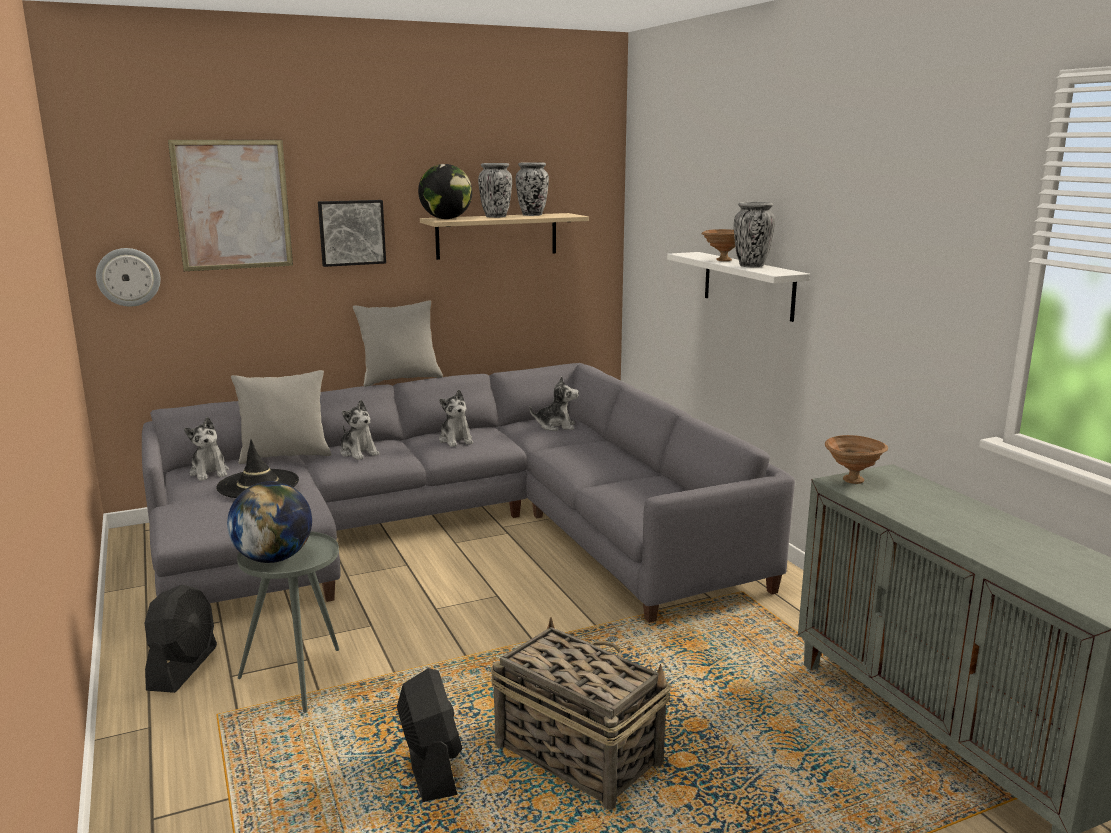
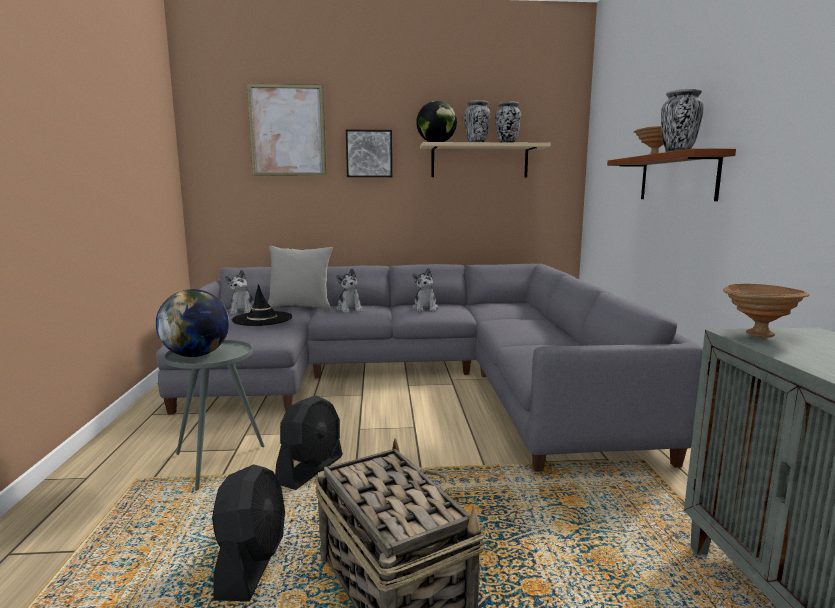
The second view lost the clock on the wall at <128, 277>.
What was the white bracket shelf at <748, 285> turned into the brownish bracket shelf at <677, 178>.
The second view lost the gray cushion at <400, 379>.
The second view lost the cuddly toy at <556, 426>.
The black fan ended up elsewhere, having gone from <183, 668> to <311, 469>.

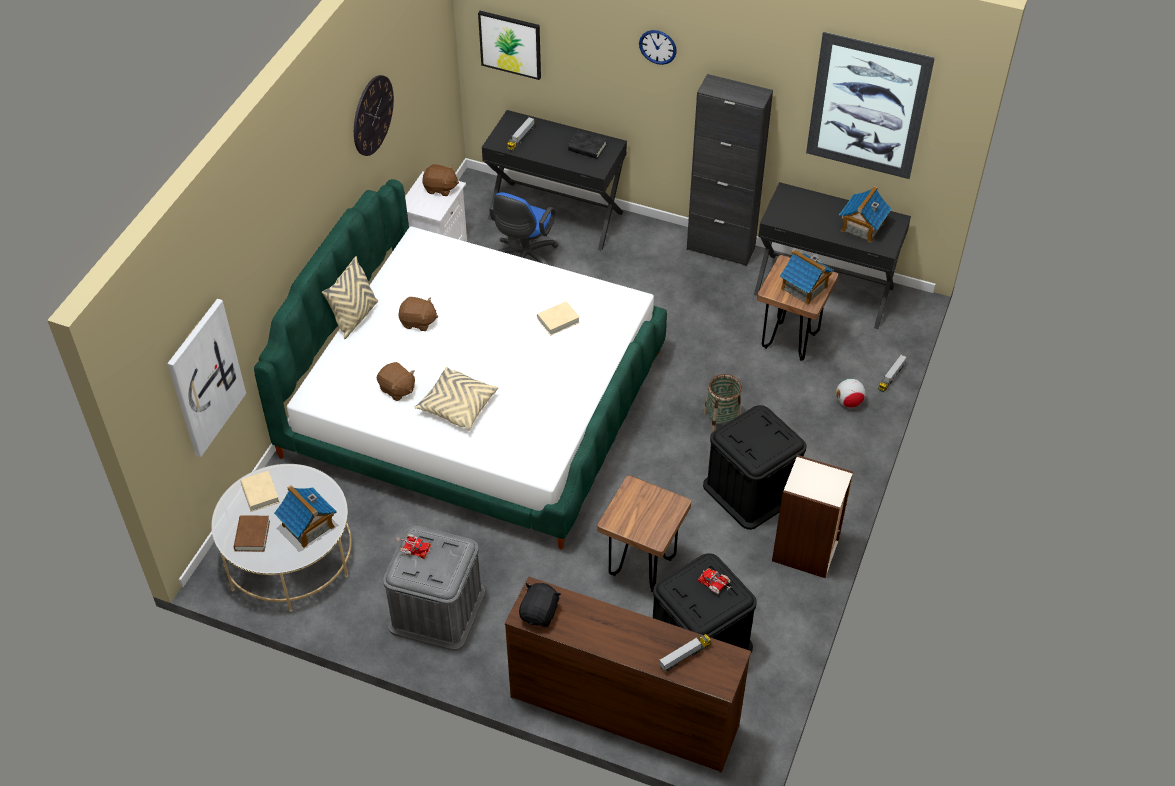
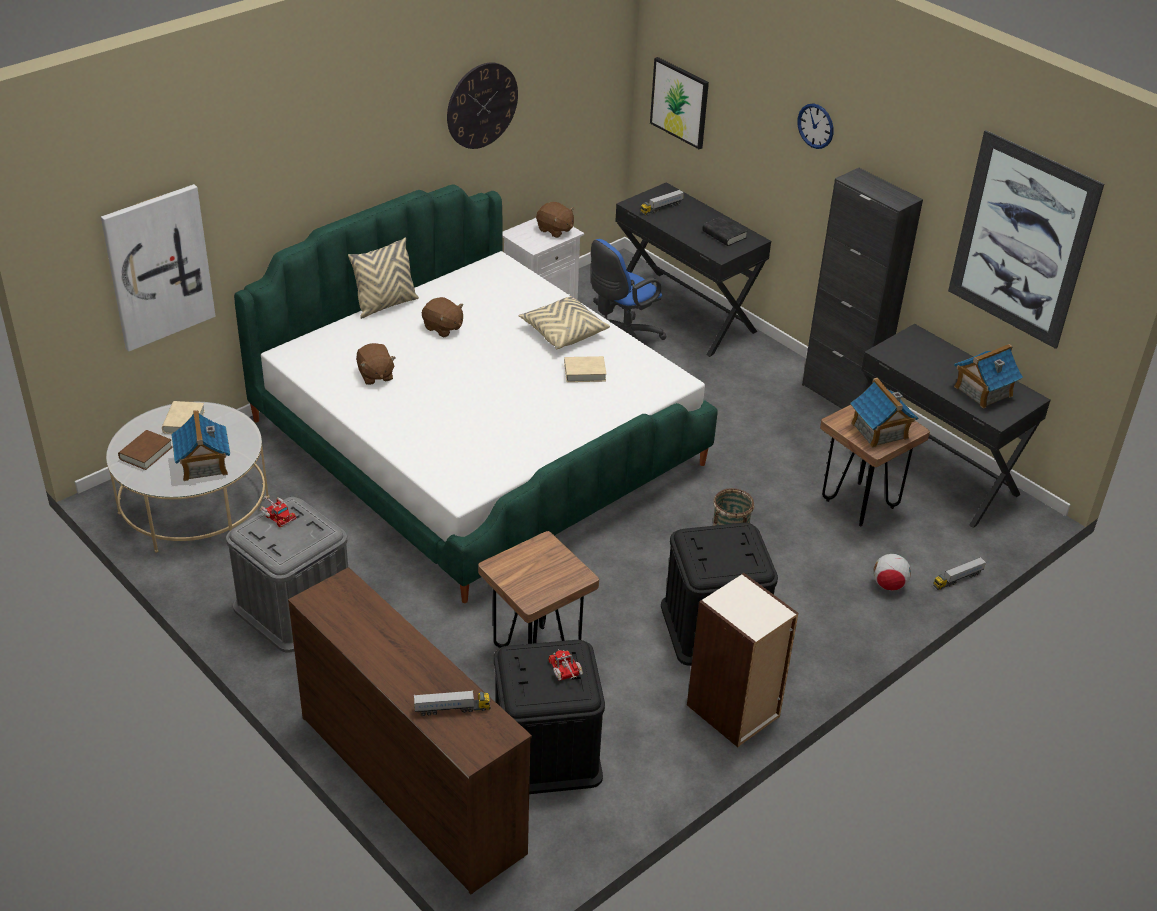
The beige cushion ended up elsewhere, having gone from <457, 406> to <563, 332>.
The second view lost the black cuddly toy at <539, 613>.

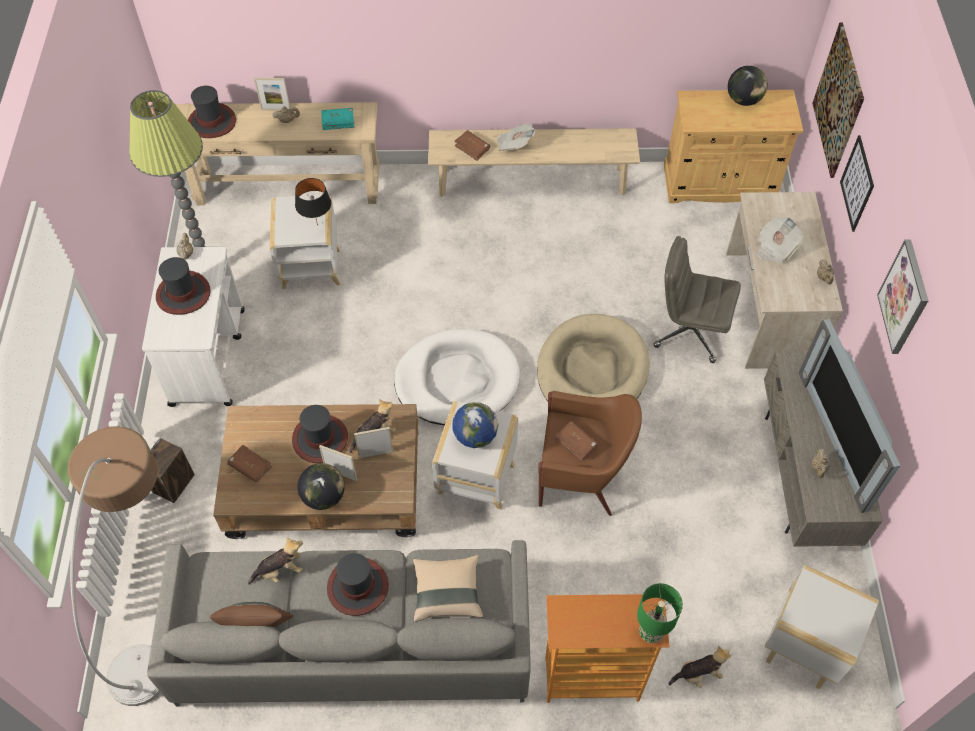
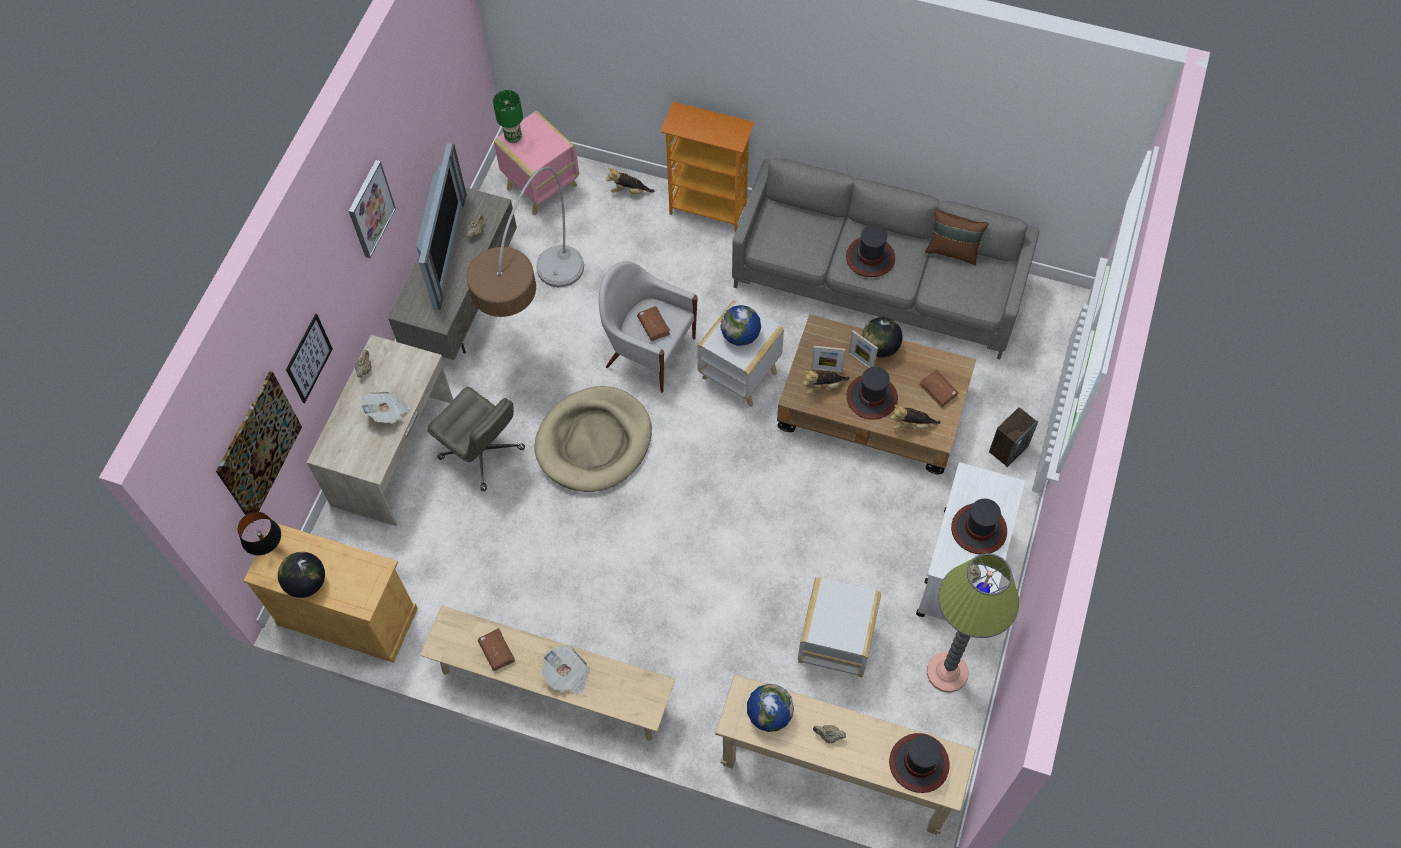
The second view lost the photo frame at <276, 109>.
Where the blue-green volume stood at <338, 122>, the globe came to stand at <769, 714>.
The brownish volume ended up elsewhere, having gone from <472, 148> to <496, 651>.
The black tabletop lamp ended up elsewhere, having gone from <317, 225> to <271, 551>.
The second view lost the white dog cushion at <457, 380>.
What was the brownish easy chair at <581, 476> turned into the white easy chair at <649, 351>.
The standard lamp ended up elsewhere, having gone from <151, 596> to <536, 320>.
The cuddly toy ended up elsewhere, having gone from <280, 570> to <912, 425>.
The second view lost the beige cushion at <447, 593>.
What was the white end table at <805, 643> turned into the pinkish end table at <541, 188>.
The green tabletop lamp ended up elsewhere, having gone from <650, 632> to <513, 138>.

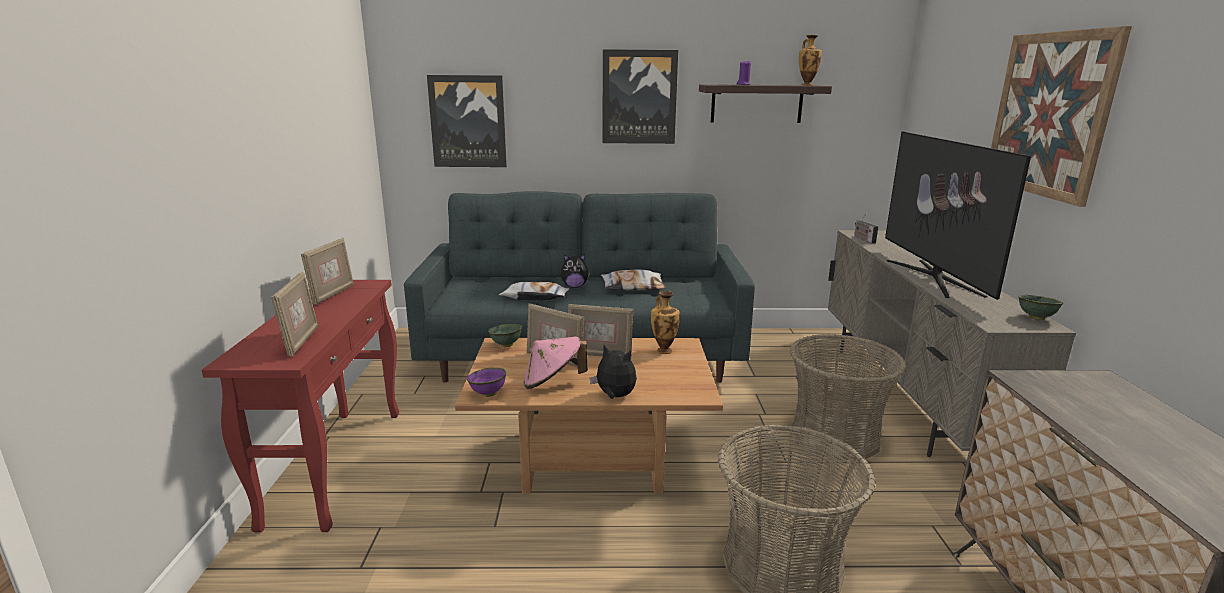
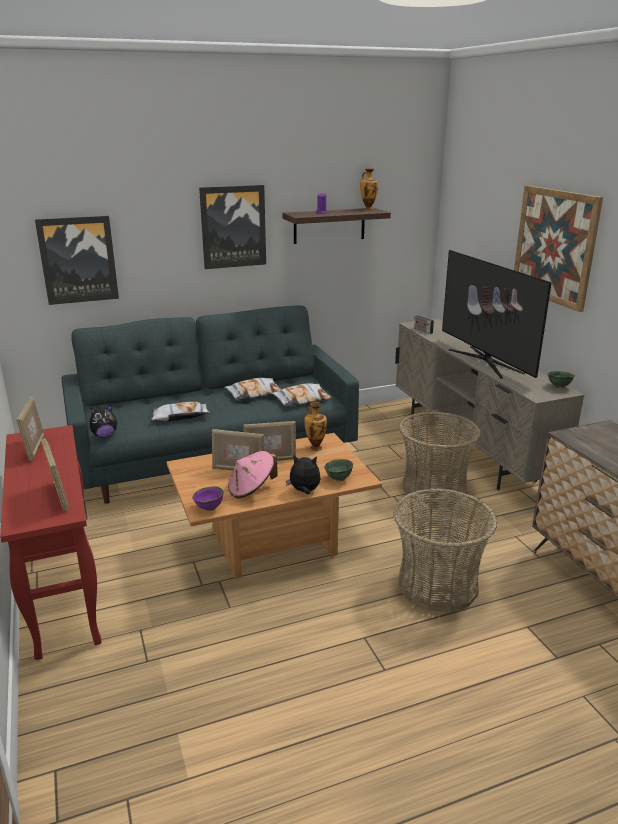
The cuddly toy ended up elsewhere, having gone from <574, 286> to <104, 435>.
The green deep dish ended up elsewhere, having gone from <505, 345> to <338, 479>.
The second view gained the cushion at <301, 399>.

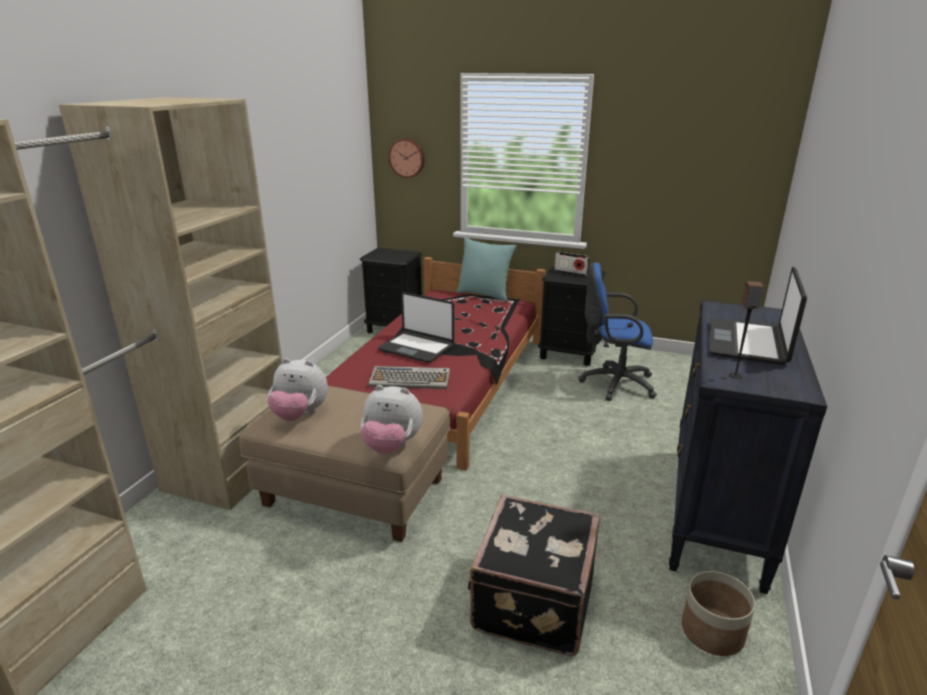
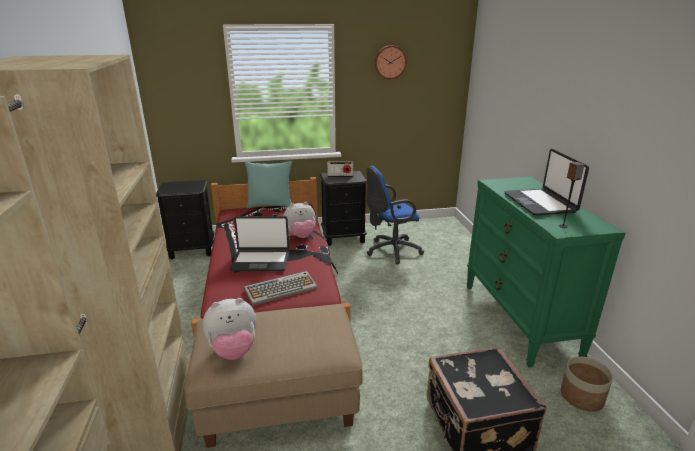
The clock on the wall ended up elsewhere, having gone from <407, 157> to <390, 62>.
What was the black drawer chest at <716, 513> turned into the green drawer chest at <519, 319>.
The cuddly toy ended up elsewhere, having gone from <391, 446> to <301, 236>.

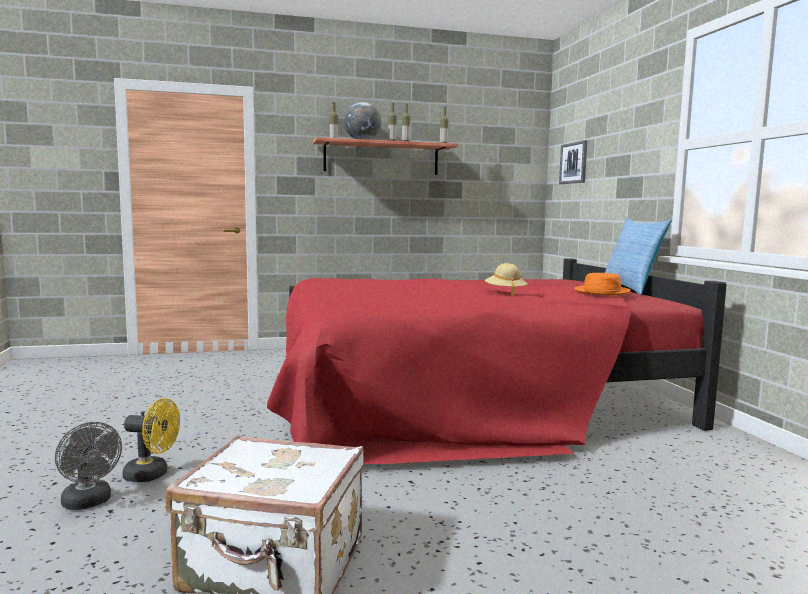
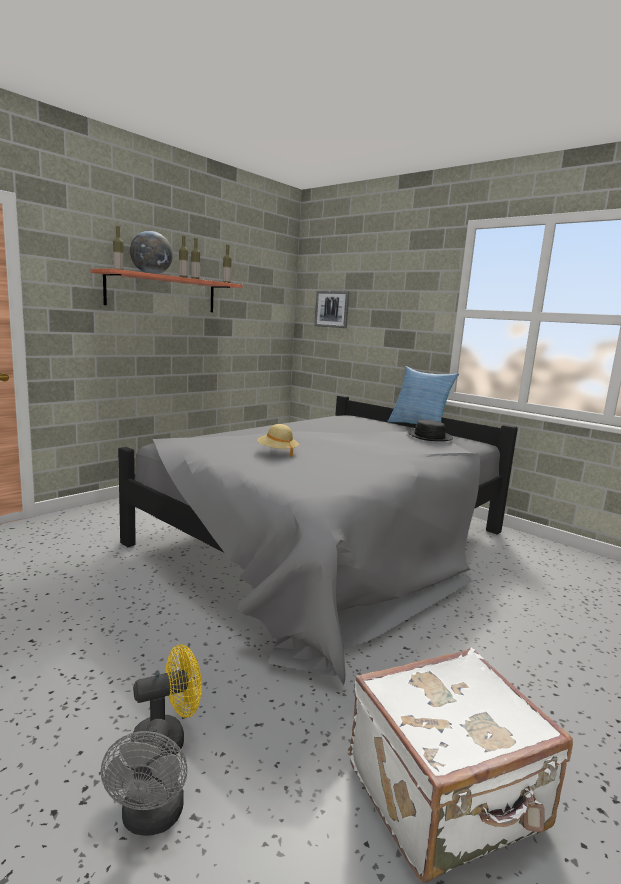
What was the reddish bed at <468, 402> turned into the gray bed at <328, 543>.
The beige wearable hat ended up elsewhere, having gone from <505, 292> to <277, 452>.
What was the orange wearable hat at <601, 291> turned into the black wearable hat at <429, 436>.
The gray fan at <89, 503> ended up facing another way, 75 degrees clockwise from before.

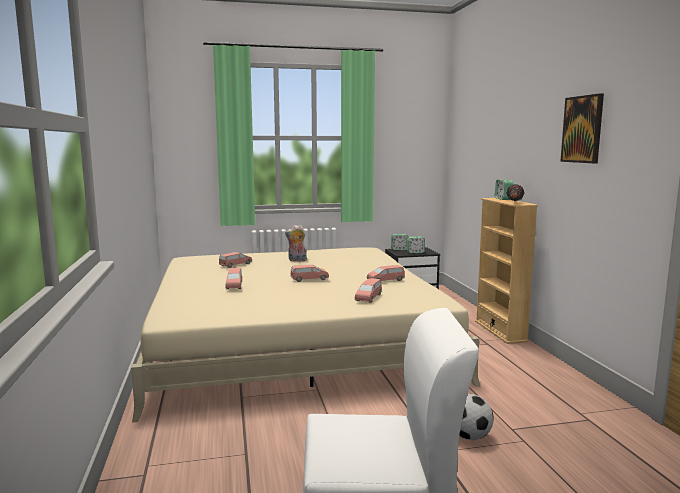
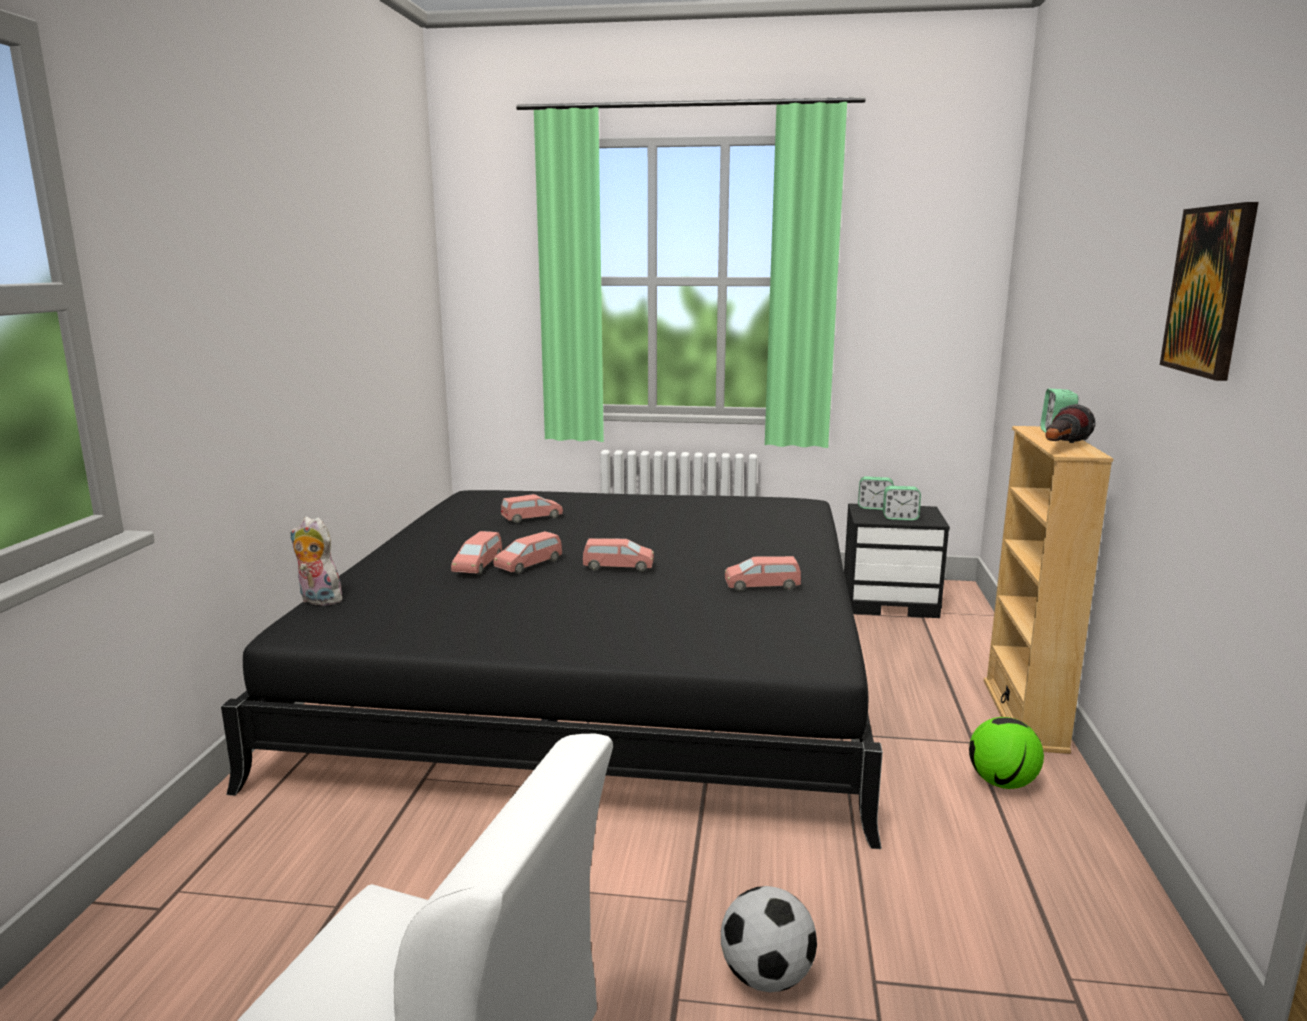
The cuddly toy ended up elsewhere, having gone from <296, 260> to <317, 600>.
What was the beige bed at <293, 338> turned into the black bed at <602, 667>.
The pinkish toy car ended up elsewhere, having gone from <368, 298> to <529, 564>.
The second view gained the ball for football at <1002, 783>.

